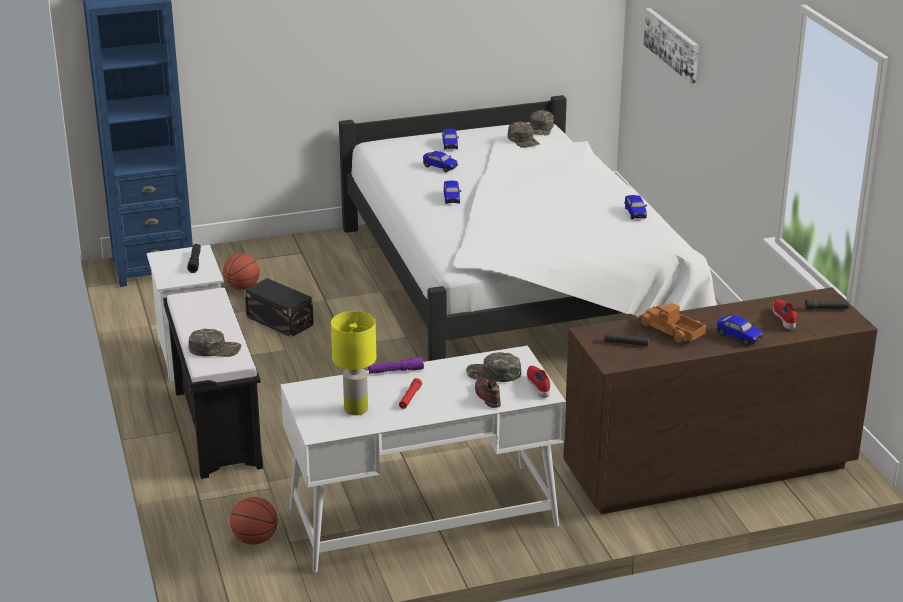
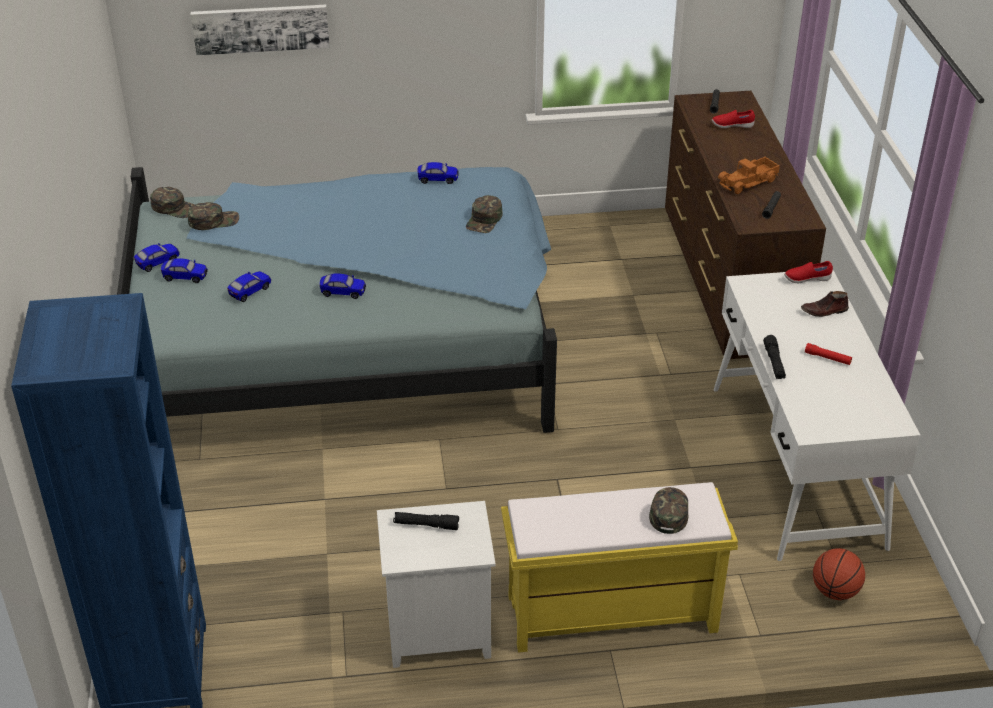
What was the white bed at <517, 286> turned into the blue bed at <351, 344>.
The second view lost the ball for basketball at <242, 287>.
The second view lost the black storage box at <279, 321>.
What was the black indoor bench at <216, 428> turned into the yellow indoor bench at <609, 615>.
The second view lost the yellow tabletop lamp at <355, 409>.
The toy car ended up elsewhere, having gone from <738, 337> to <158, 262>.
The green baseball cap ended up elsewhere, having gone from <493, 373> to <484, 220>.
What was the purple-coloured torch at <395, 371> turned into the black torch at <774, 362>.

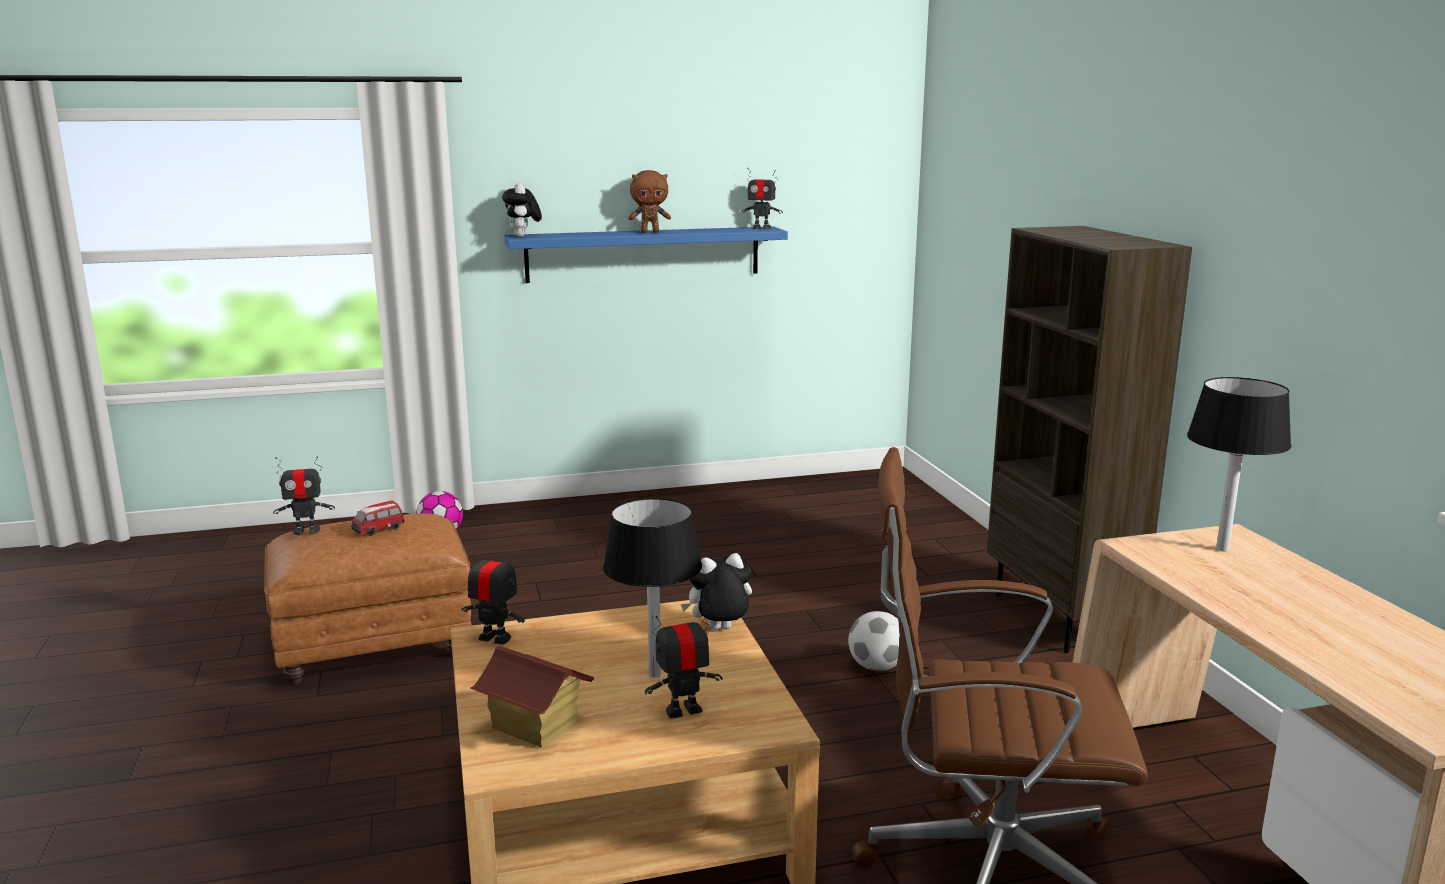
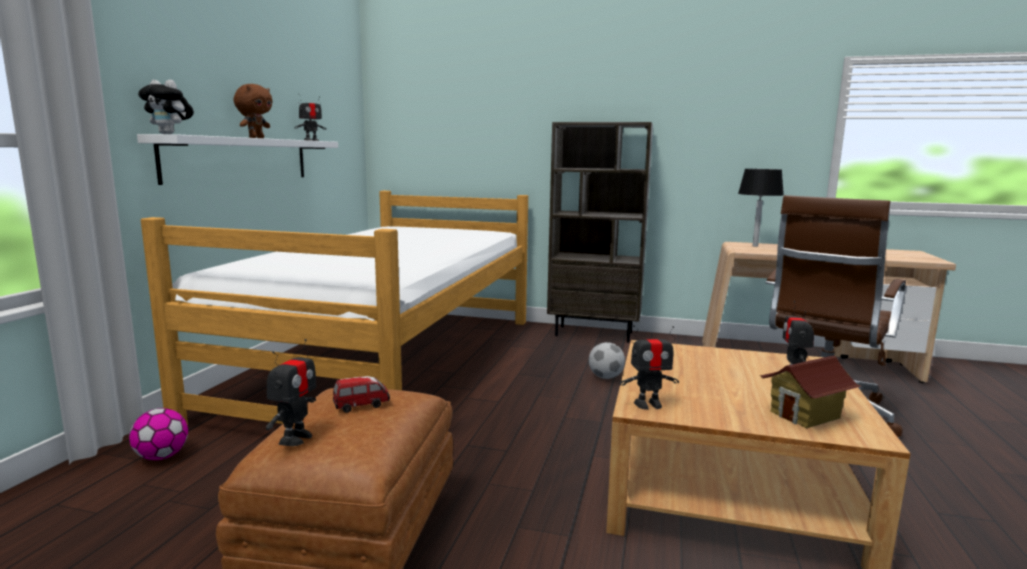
What was the blue bracket shelf at <643, 254> turned into the white bracket shelf at <240, 159>.
The second view lost the black tabletop lamp at <655, 674>.
The toy car at <378, 530> ended up facing another way, 105 degrees counterclockwise from before.
The model robot at <495, 638> ended up facing another way, 150 degrees counterclockwise from before.
The second view lost the cuddly toy at <719, 630>.
The second view gained the bed at <391, 362>.

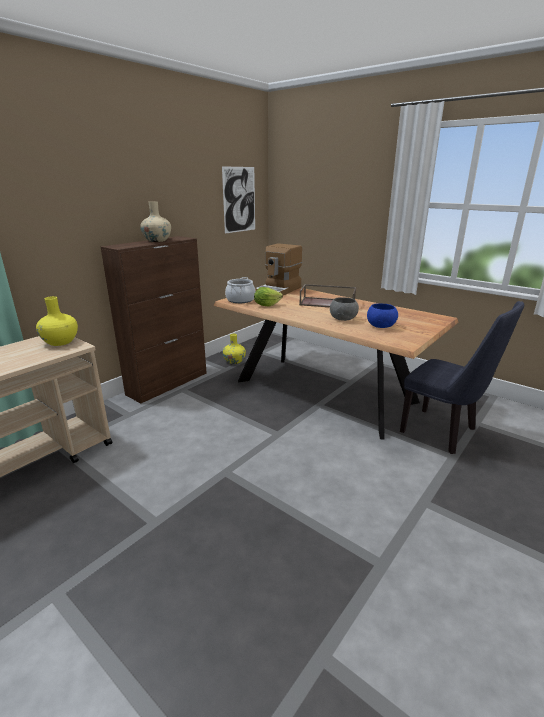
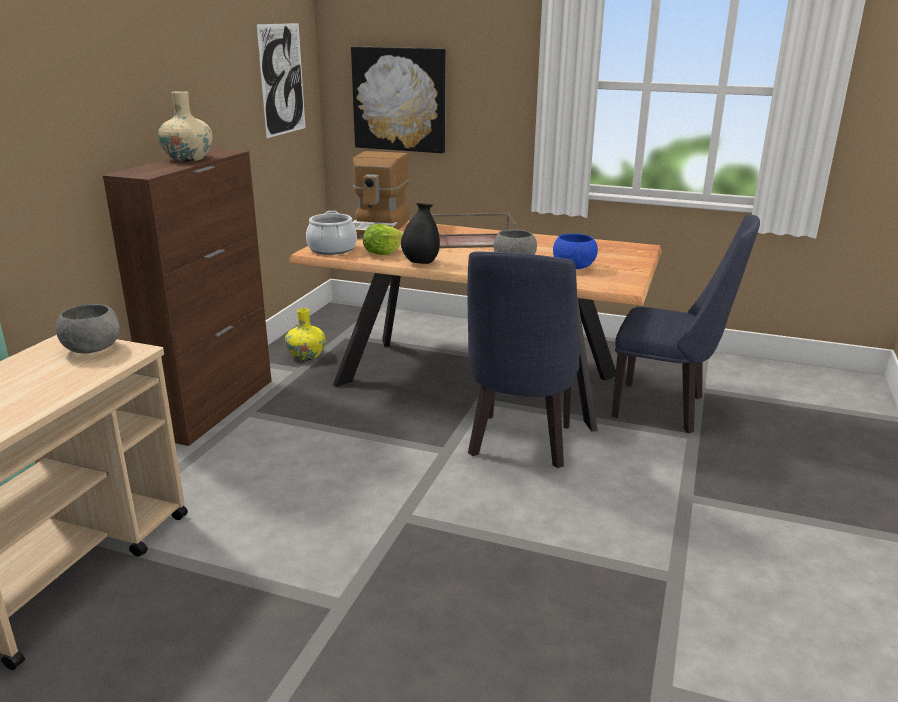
Where the yellow flower vase stood at <60, 342>, the gray deep dish came to stand at <92, 349>.
The second view gained the wall picture at <399, 99>.
The second view gained the black flower vase at <420, 263>.
The second view gained the blue upright chair at <520, 445>.

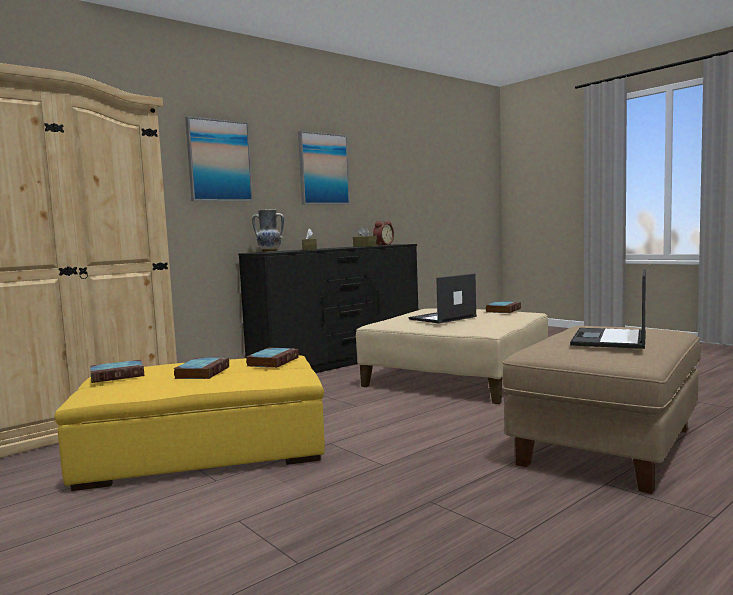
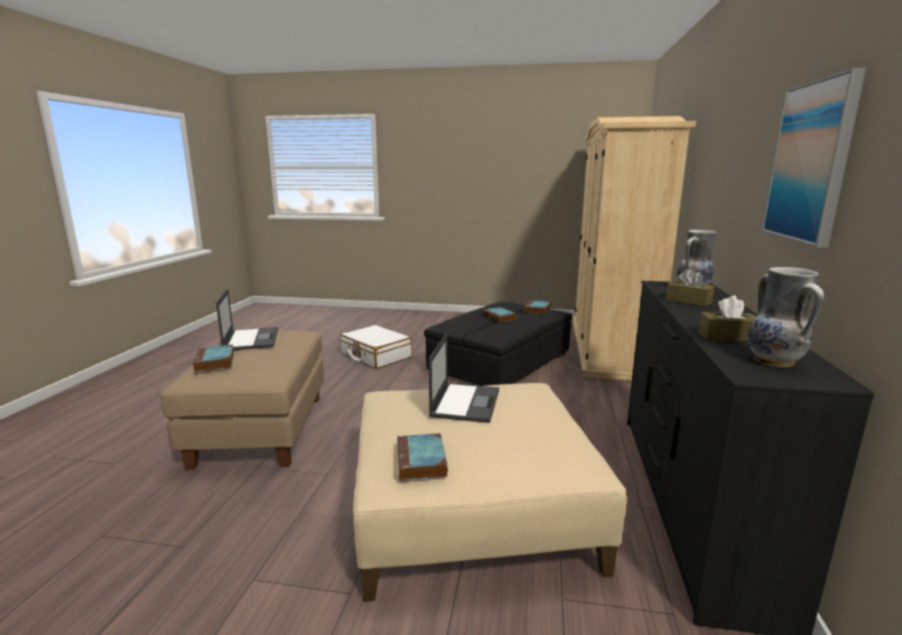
The second view lost the wall picture at <219, 161>.
Where the alarm clock stood at <382, 245>, the flower vase came to stand at <775, 361>.
The volume ended up elsewhere, having gone from <273, 361> to <215, 362>.
What was the yellow pouffe at <204, 449> turned into the black pouffe at <501, 363>.
The second view gained the white travel case at <375, 356>.

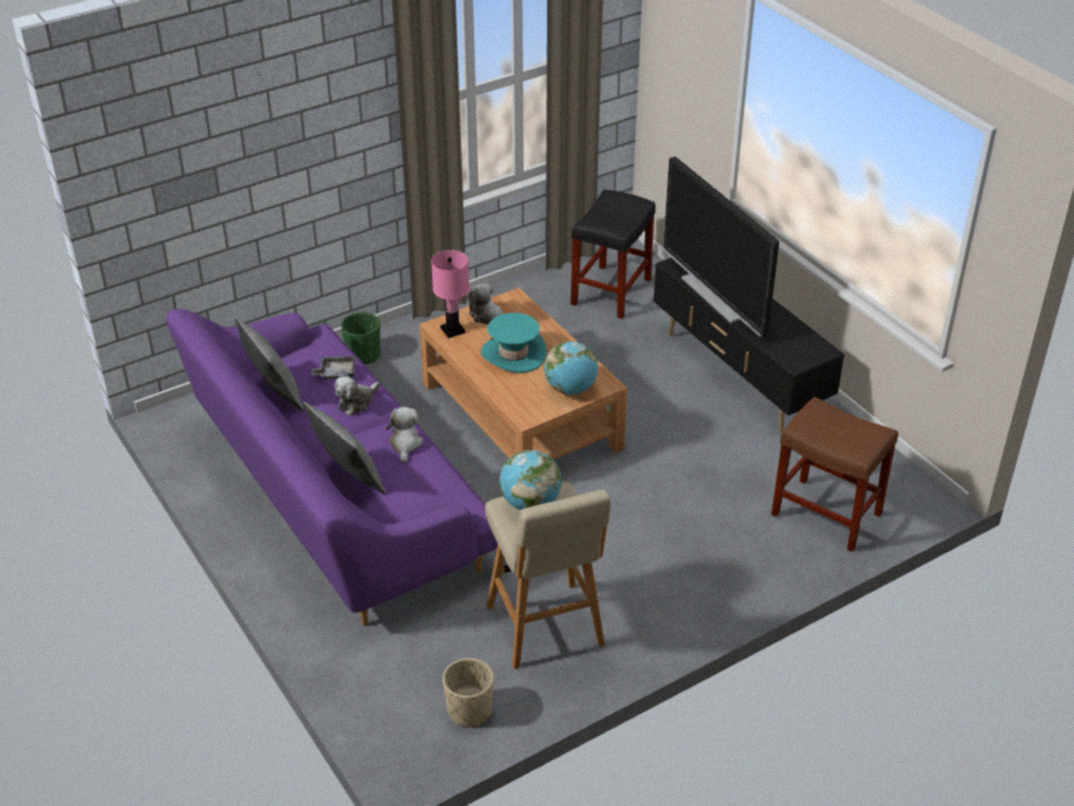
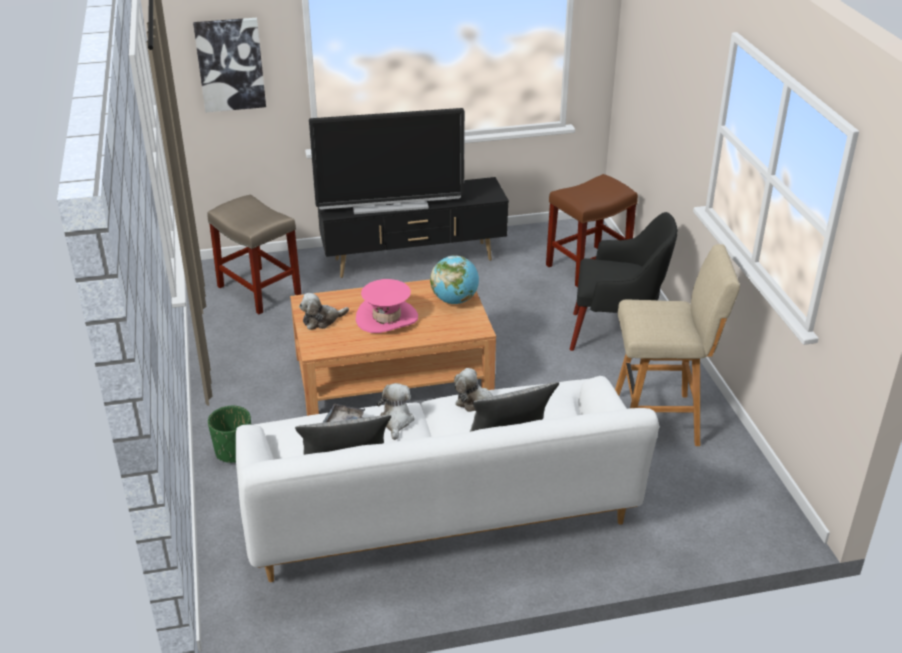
What was the black stool at <611, 292> turned into the beige stool at <260, 291>.
The second view lost the pinkish tabletop lamp at <452, 330>.
What was the purple-coloured sofa at <336, 495> turned into the white sofa at <438, 510>.
What was the blue-green wearable hat at <513, 354> turned into the pinkish wearable hat at <386, 318>.
The cuddly toy at <356, 402> ended up facing another way, 150 degrees counterclockwise from before.
The second view lost the globe at <530, 503>.
The second view lost the beige planter at <469, 711>.
The second view gained the wall picture at <230, 64>.
The second view gained the black easy chair at <616, 335>.

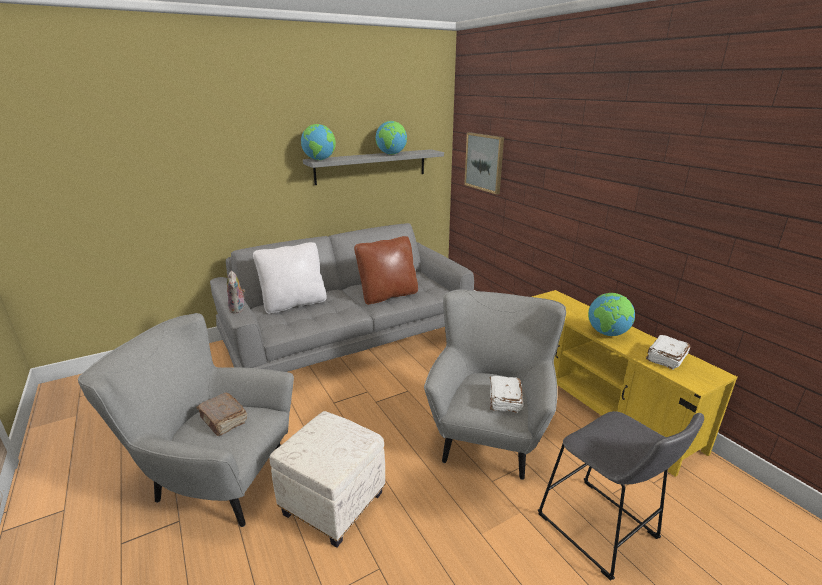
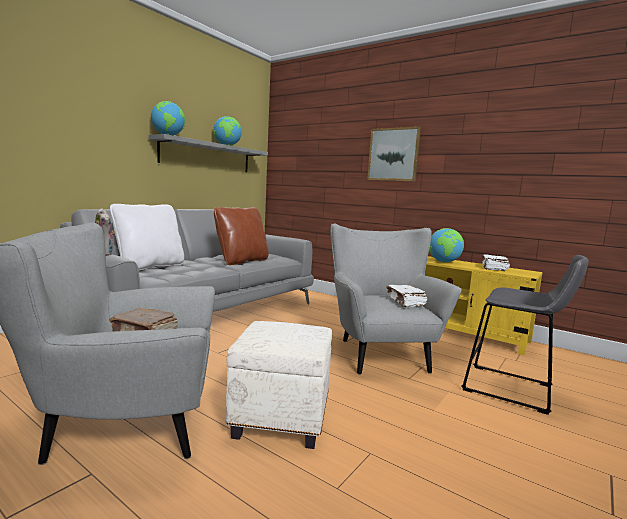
The wall picture ended up elsewhere, having gone from <484, 162> to <393, 154>.

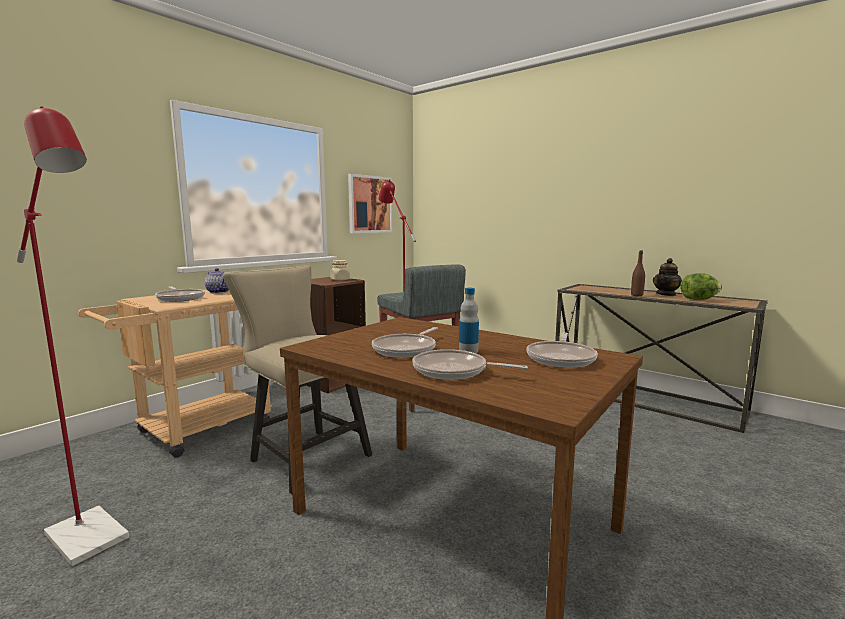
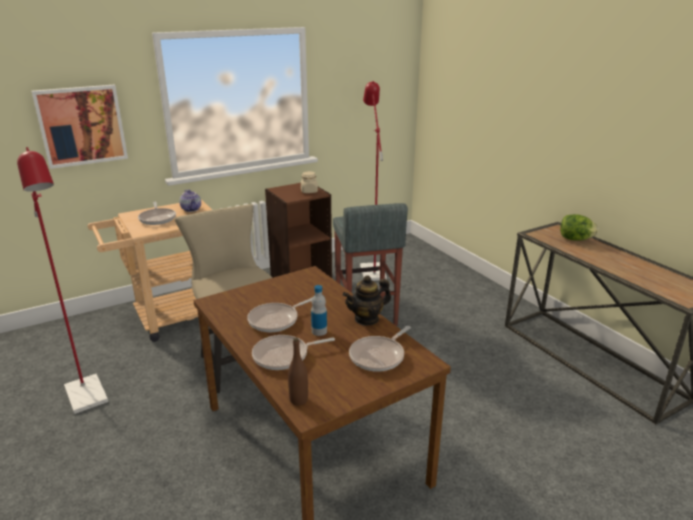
The wall picture ended up elsewhere, having gone from <370, 204> to <81, 125>.
The brownish bottle ended up elsewhere, having gone from <636, 295> to <298, 400>.
The tea pot ended up elsewhere, having gone from <666, 294> to <367, 319>.
The head of lettuce ended up elsewhere, having gone from <698, 299> to <575, 239>.
The skillet at <454, 371> ended up facing another way, 60 degrees counterclockwise from before.

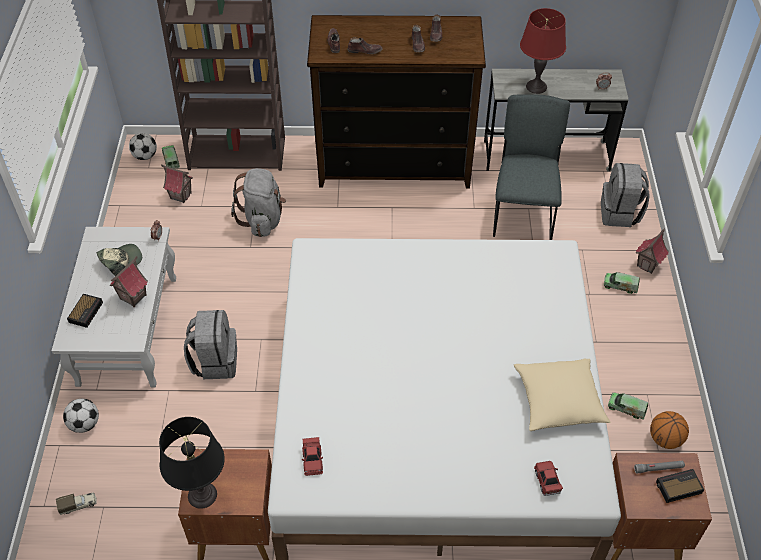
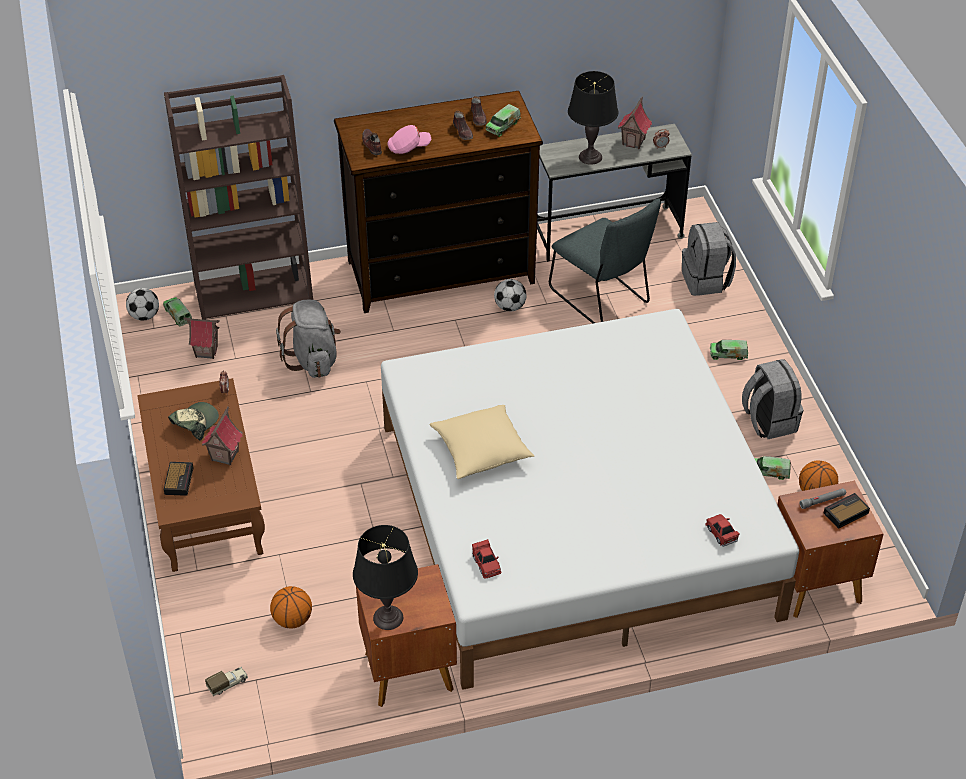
What was the reddish tabletop lamp at <536, 86> turned into the black tabletop lamp at <590, 157>.
Where the brownish shoe stood at <365, 50>, the pinkish baseball cap came to stand at <408, 147>.
The gray upright chair at <523, 212> ended up facing another way, 150 degrees clockwise from before.
What was the white low table at <128, 329> turned into the brownish low table at <206, 502>.
The model house ended up elsewhere, having gone from <648, 265> to <634, 142>.
The gray backpack ended up elsewhere, having gone from <215, 361> to <768, 421>.
The beige cushion ended up elsewhere, having gone from <558, 401> to <481, 450>.
The ball for football ended up elsewhere, having gone from <84, 424> to <509, 307>.
The second view gained the toy lorry at <503, 126>.
The second view gained the ball for basketball at <292, 620>.

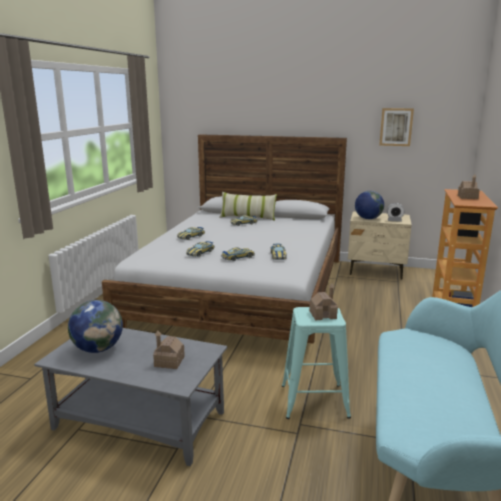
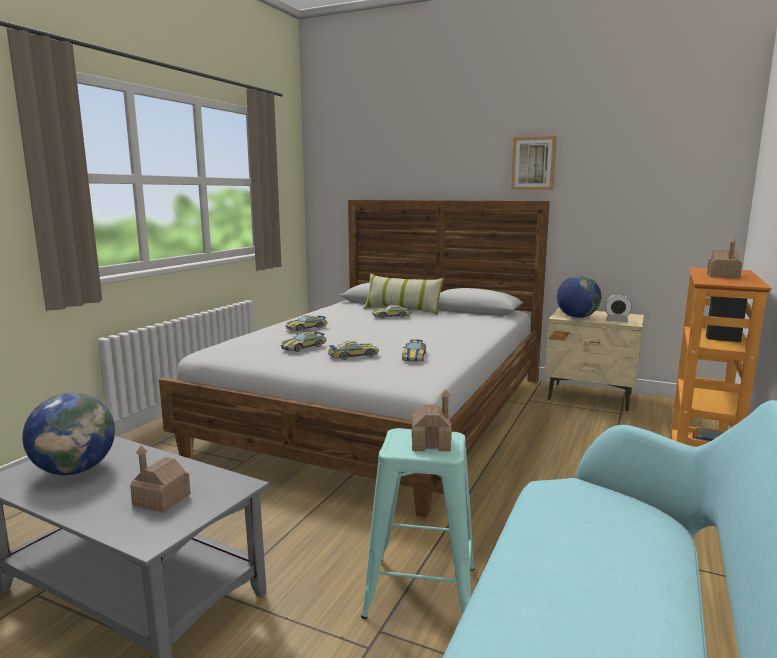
The wall picture ended up elsewhere, having gone from <396, 127> to <533, 163>.

